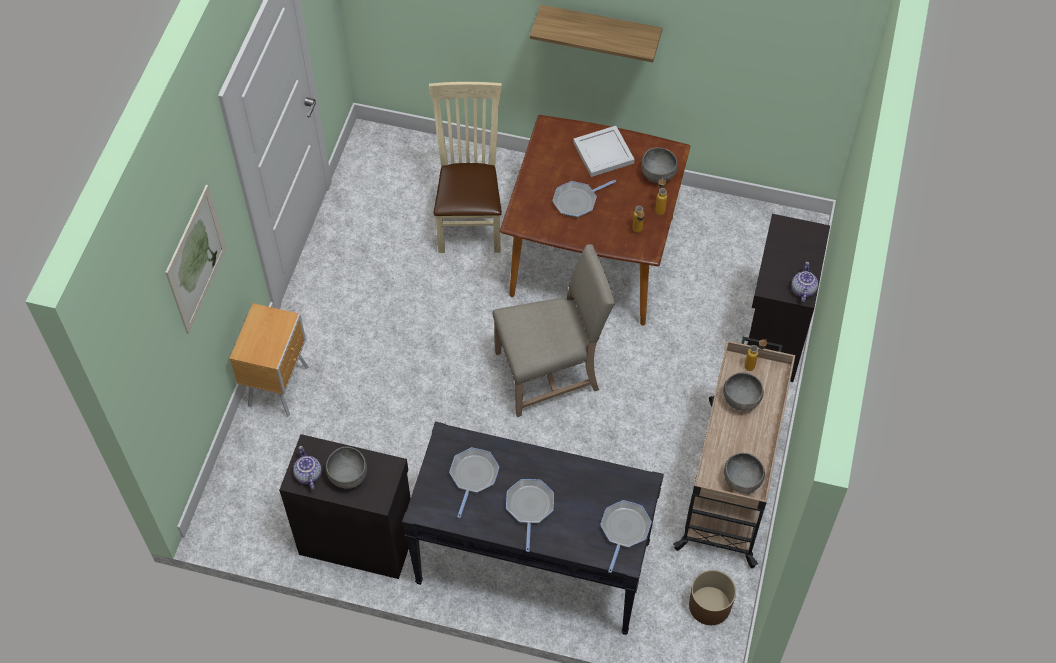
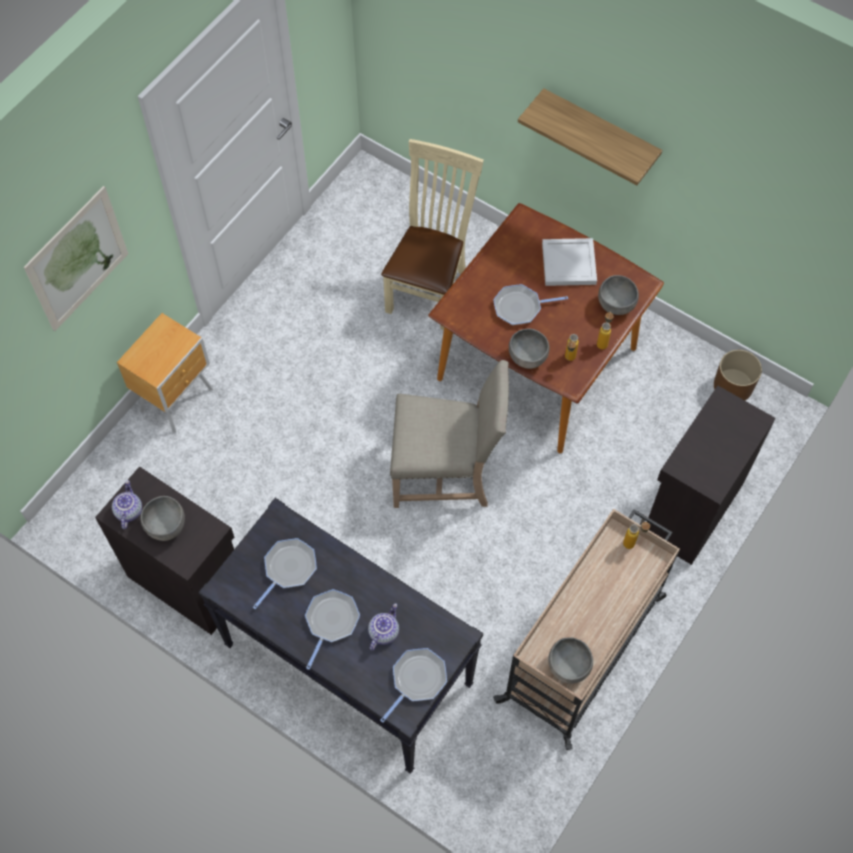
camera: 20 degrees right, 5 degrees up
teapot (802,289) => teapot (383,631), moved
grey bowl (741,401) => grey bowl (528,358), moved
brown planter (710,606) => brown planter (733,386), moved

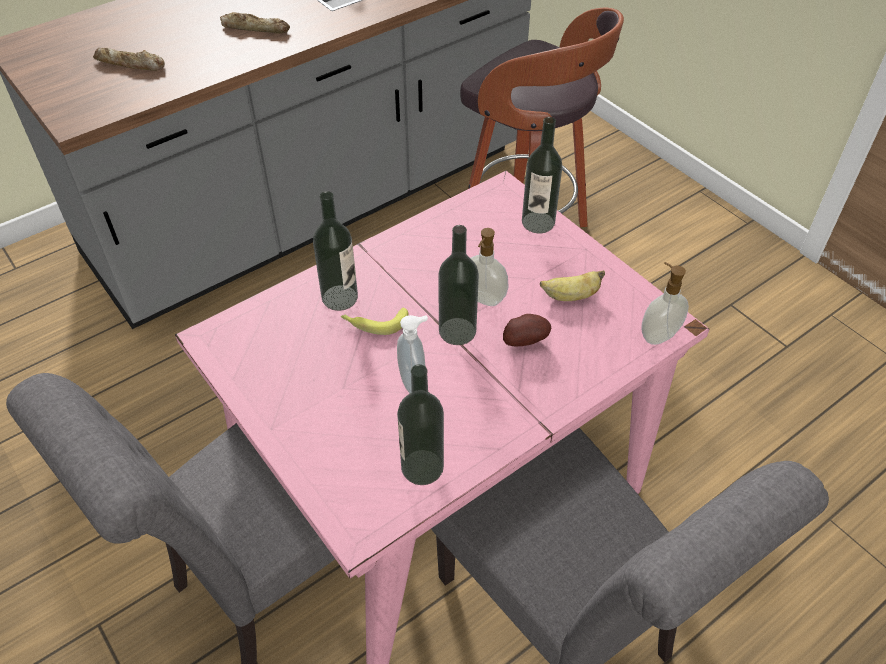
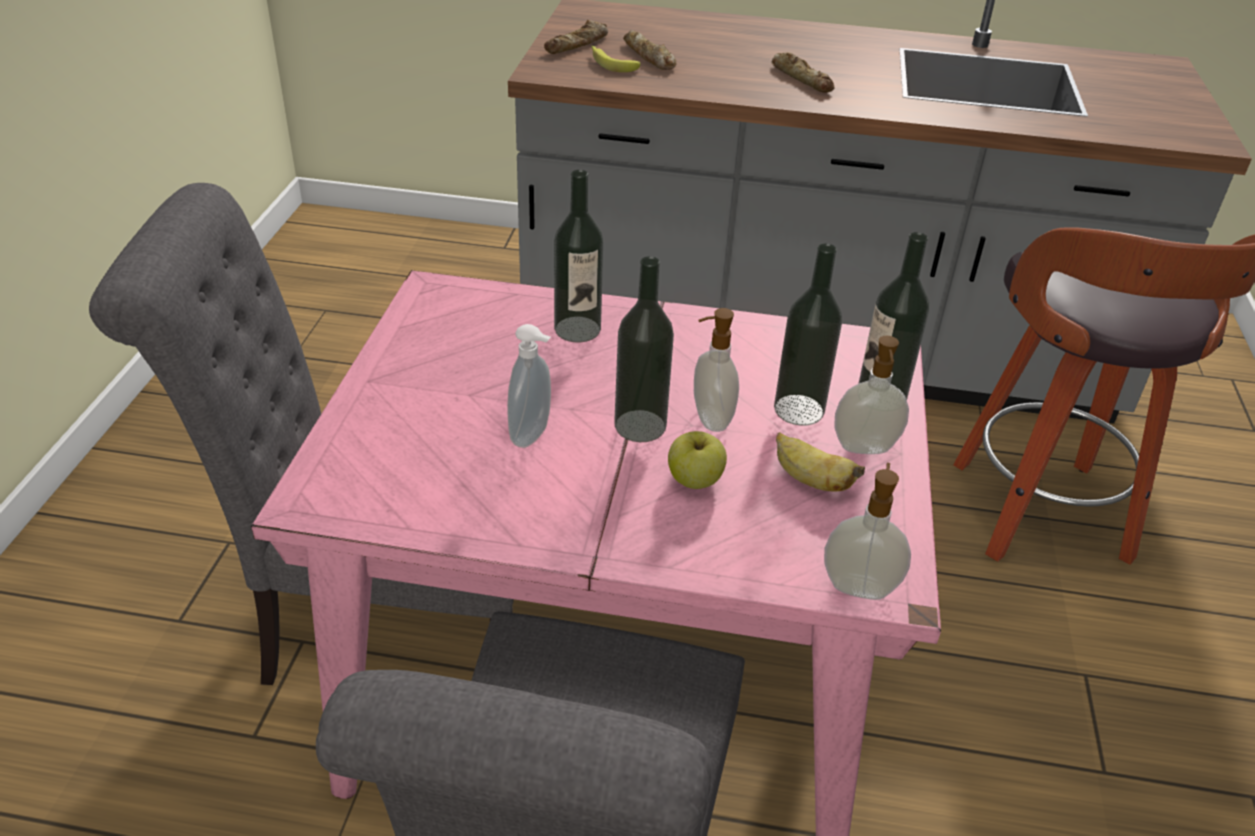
camera: 45 degrees right, 10 degrees down
nothing => bread (578,45)
banana (374,323) => banana (611,63), moved
potato (524,340) => apple (695,480)
bottle (422,467) => bottle (798,410), moved
nothing => soap dispenser (864,449)

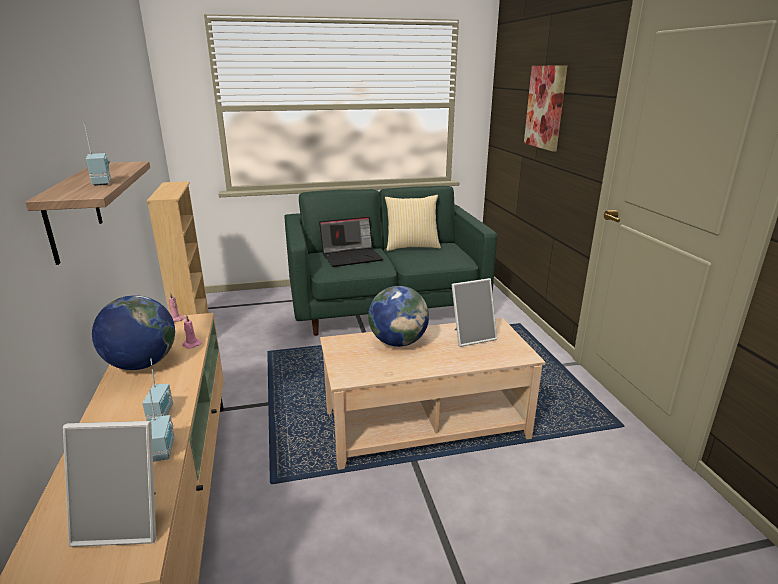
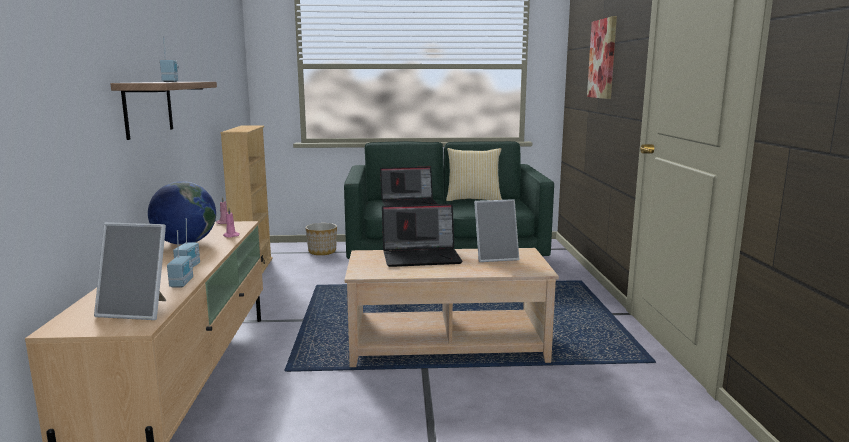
camera: 10 degrees right, 10 degrees down
nothing => planter (322,251)
globe (398,342) => laptop (422,257)

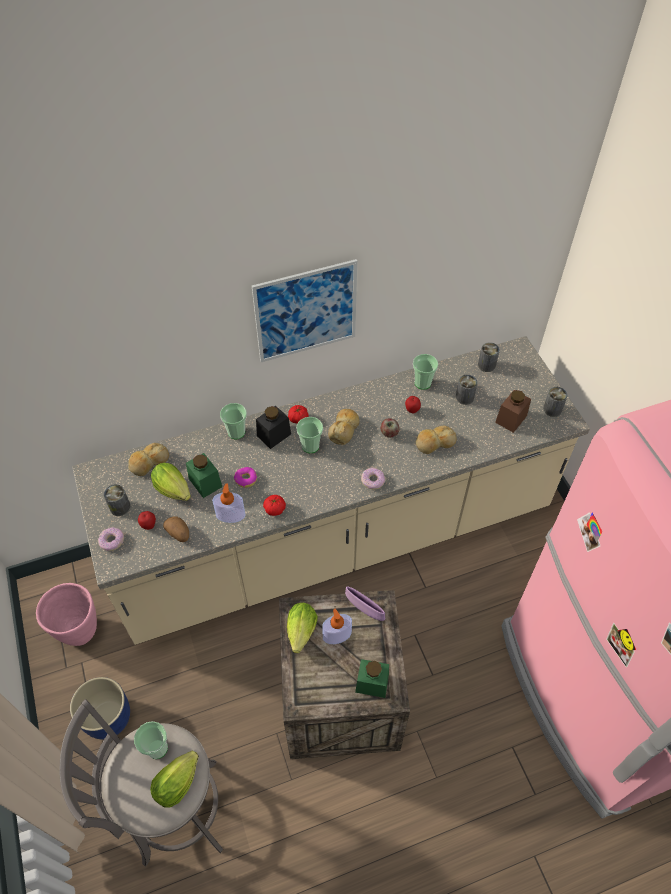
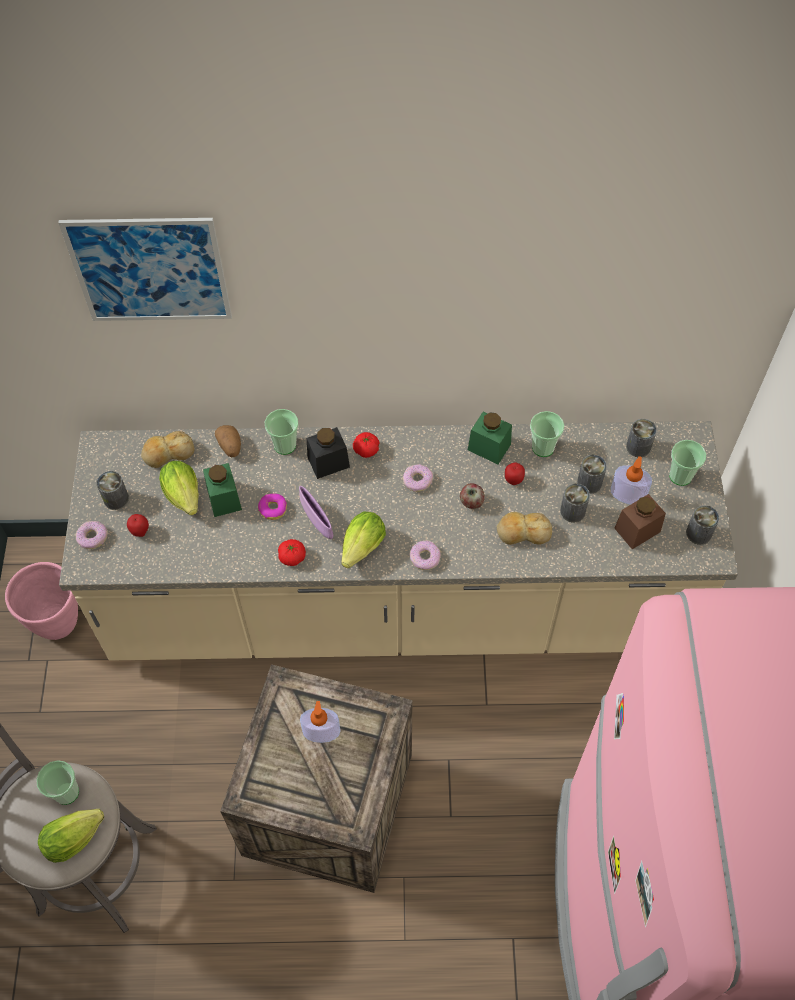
camera: 20 degrees right, 5 degrees up
picture (306,311) => picture (149,270), moved
potato (179,534) => potato (230,447), moved
purple bowl (364,609) => purple bowl (316,520), moved
lettuce (301,634) => lettuce (360,550), moved
bread (344,429) => donut (417,480)
green jar (372,683) => green jar (489,447), moved
nothing => can (572,511)
soap dispenser (230,515) => soap dispenser (628,494), moved
cup (310,446) => cup (680,476), moved
blue planter (108,716) => nothing

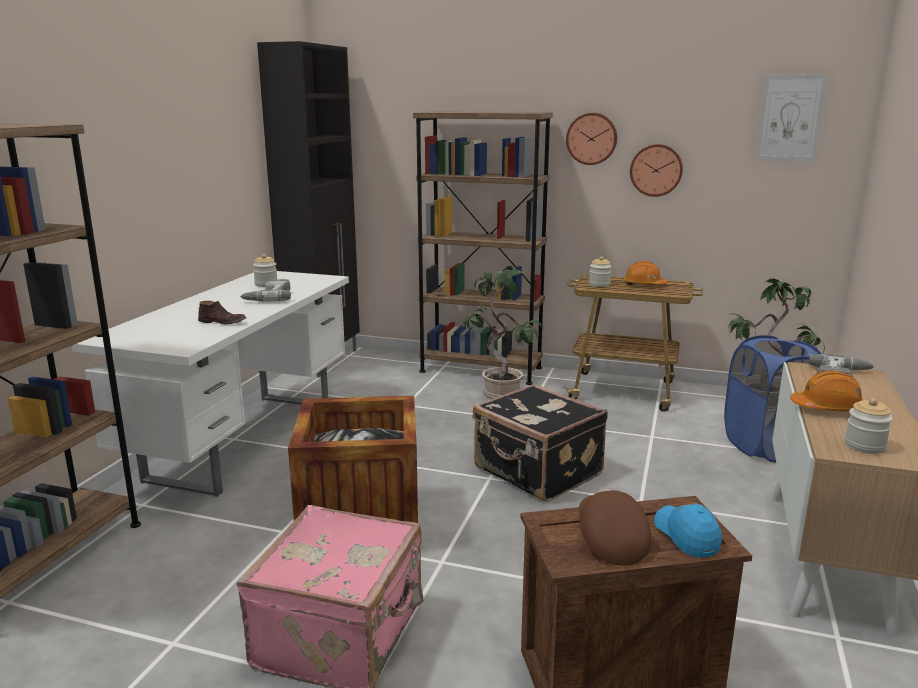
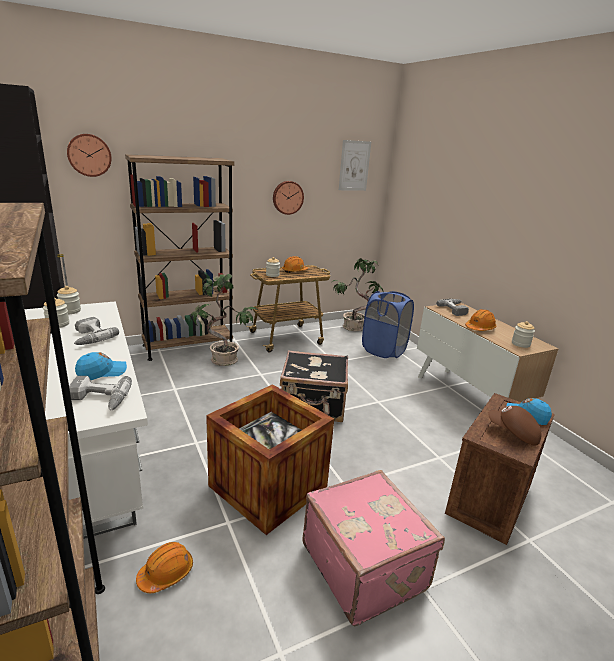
camera: 45 degrees left, 5 degrees up
nothing => jar (70,311)
wall clock (592,138) => wall clock (89,155), moved
nothing => power drill (98,400)
brown shoe (223,322) => blue cap (102,373)
nothing => orange hard hat (166,573)

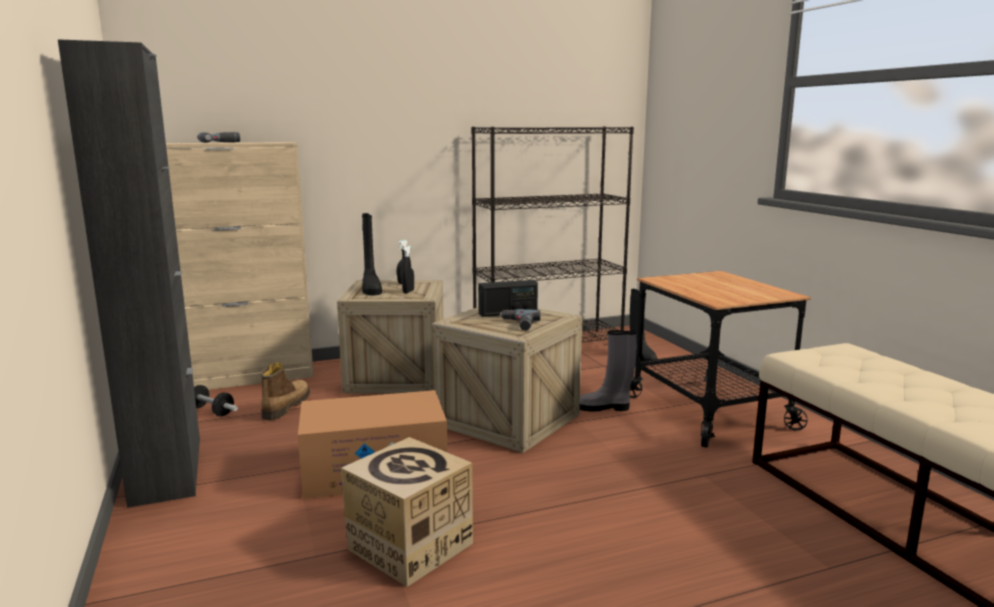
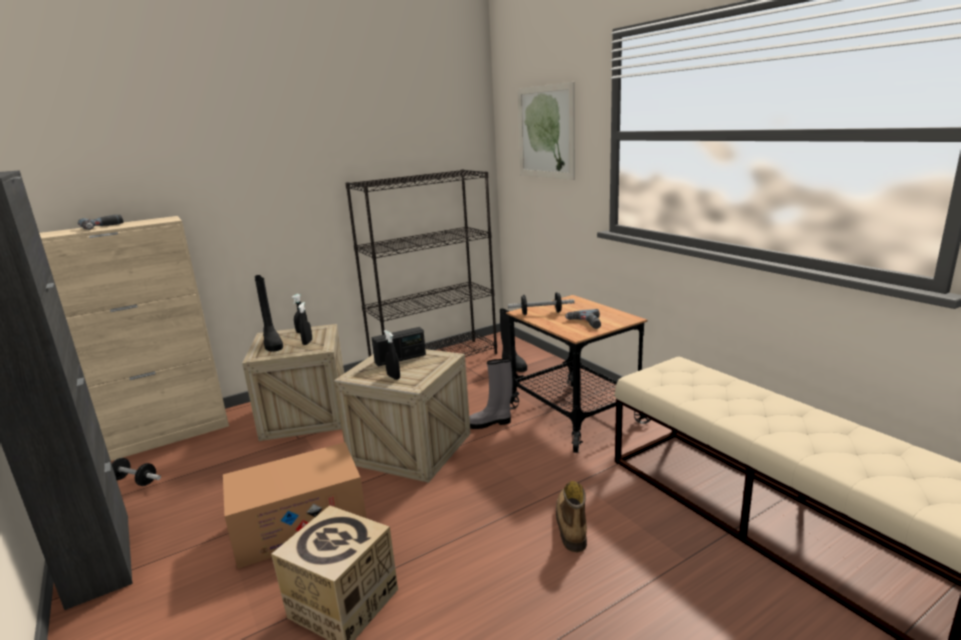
camera: 10 degrees left, 5 degrees up
nothing => black spray bottle (393,377)
nothing => dumbbell (541,313)
nothing => picture (546,132)
boot (285,407) => boot (570,524), moved
power drill (518,324) => power drill (585,323), moved

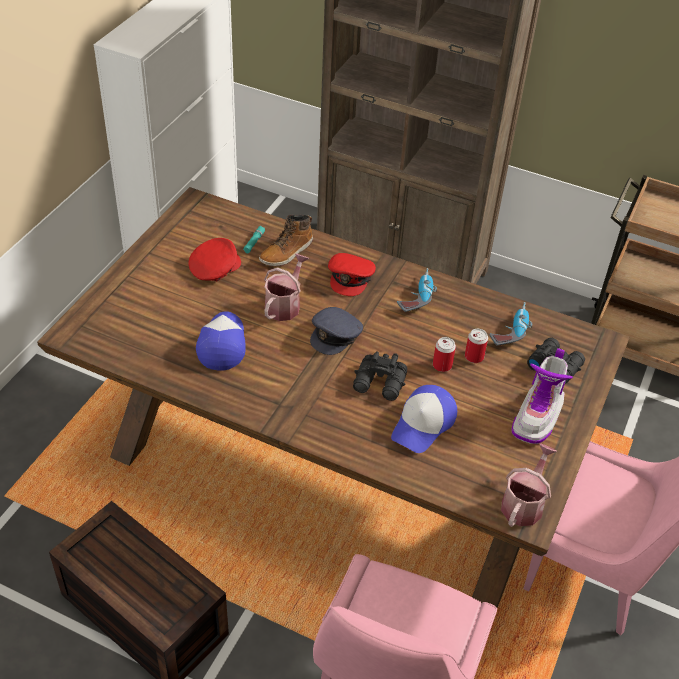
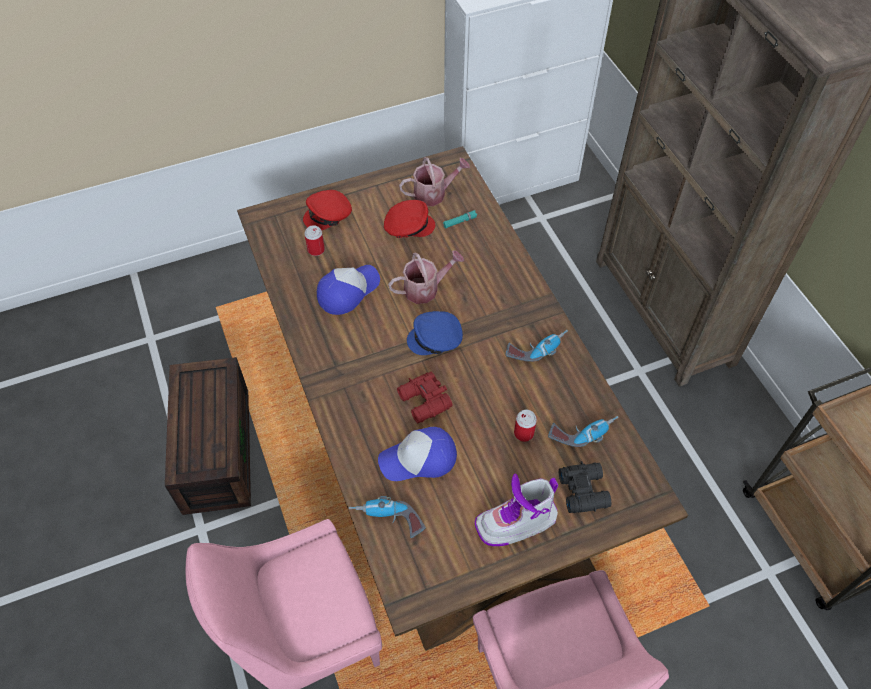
camera: 45 degrees right, 10 degrees up
red cap (351,277) => red cap (328,215), moved
can (442,365) => can (316,250), moved
nothing => power drill (387,520)
black binoculars (380,384) => red binoculars (424,402)
watering can (524,503) => watering can (434,194), moved
grey cap (336,335) => blue cap (436,339)
boot (287,252) => nothing

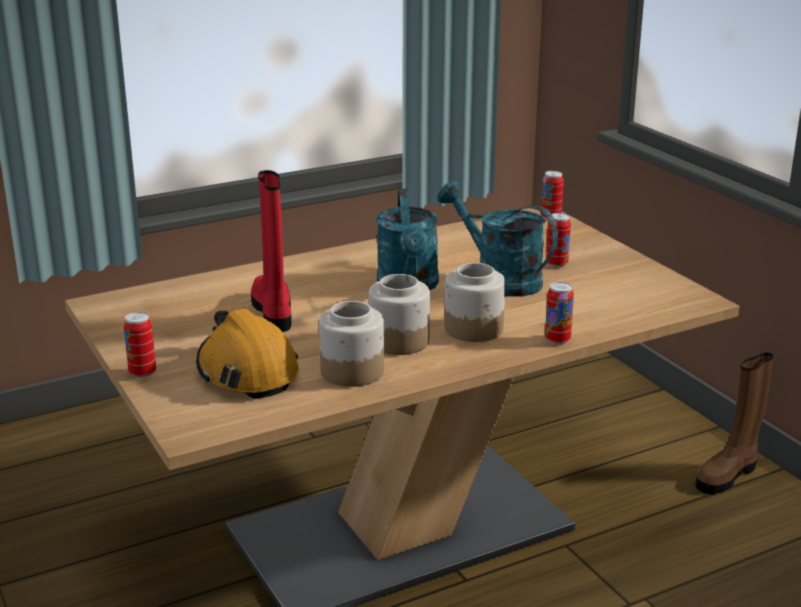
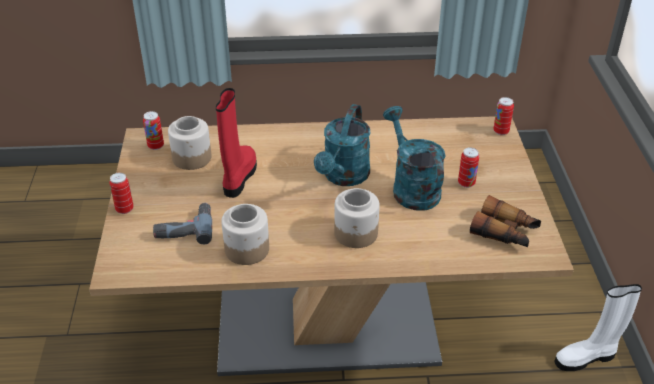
camera: 25 degrees right, 15 degrees up
can (557,340) => can (156,146), moved
orange hard hat (247,371) => power drill (184,228)
jar (399,341) => jar (192,158), moved
nothing => binoculars (505,232)
brown boot (728,475) => white boot (586,358)

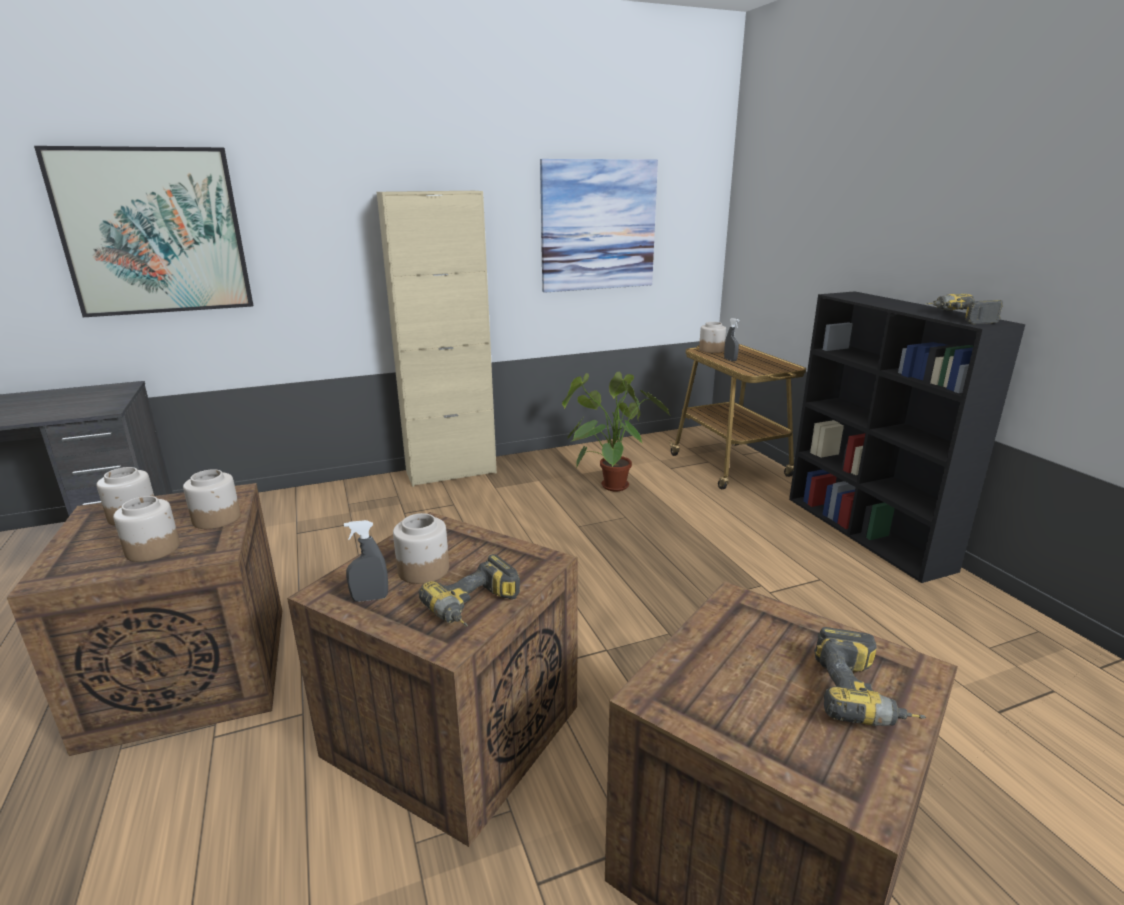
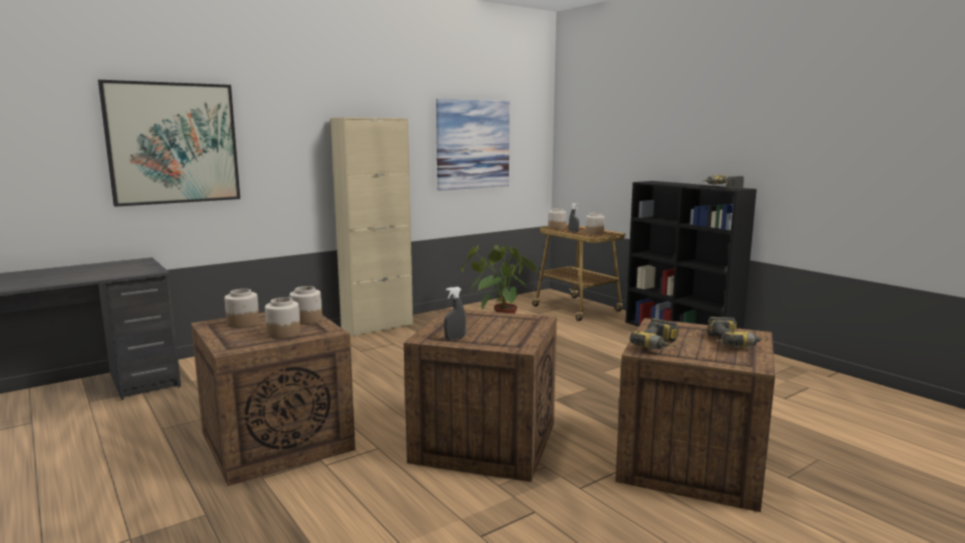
camera: 15 degrees left, 10 degrees down
jar (423,570) => jar (594,233), moved
power drill (476,609) => power drill (660,346), moved

